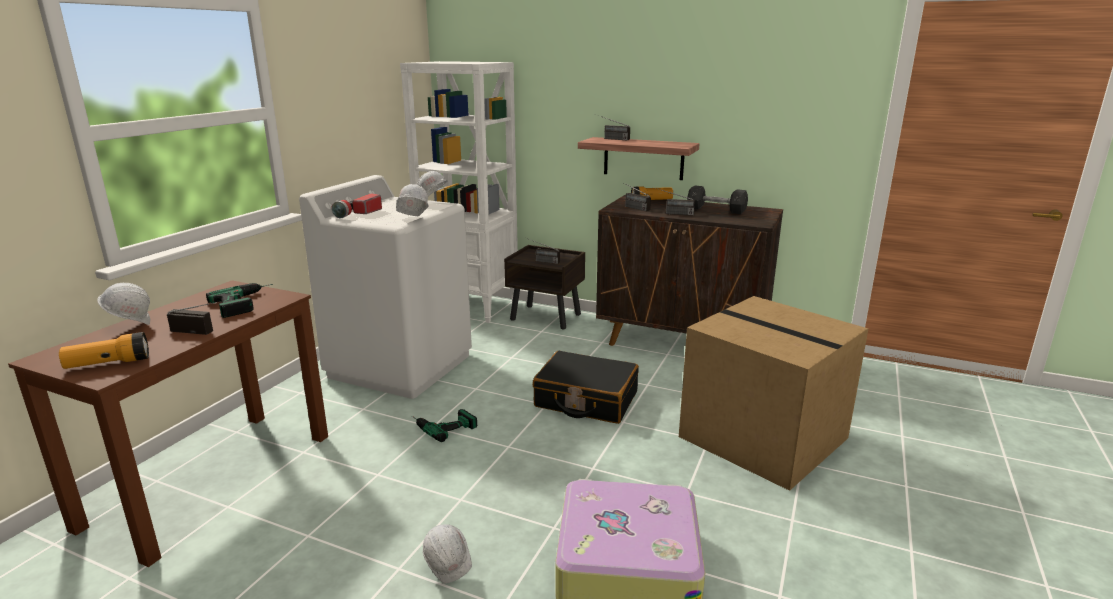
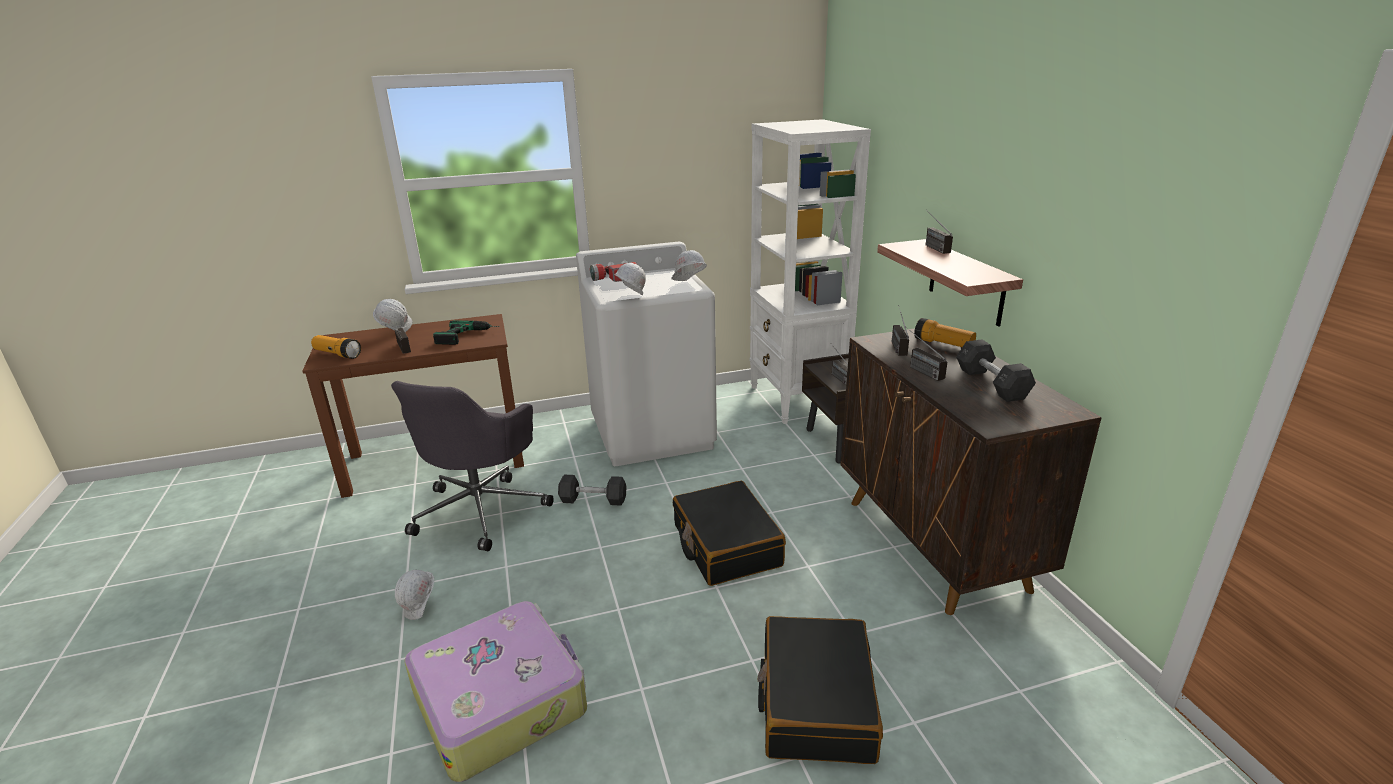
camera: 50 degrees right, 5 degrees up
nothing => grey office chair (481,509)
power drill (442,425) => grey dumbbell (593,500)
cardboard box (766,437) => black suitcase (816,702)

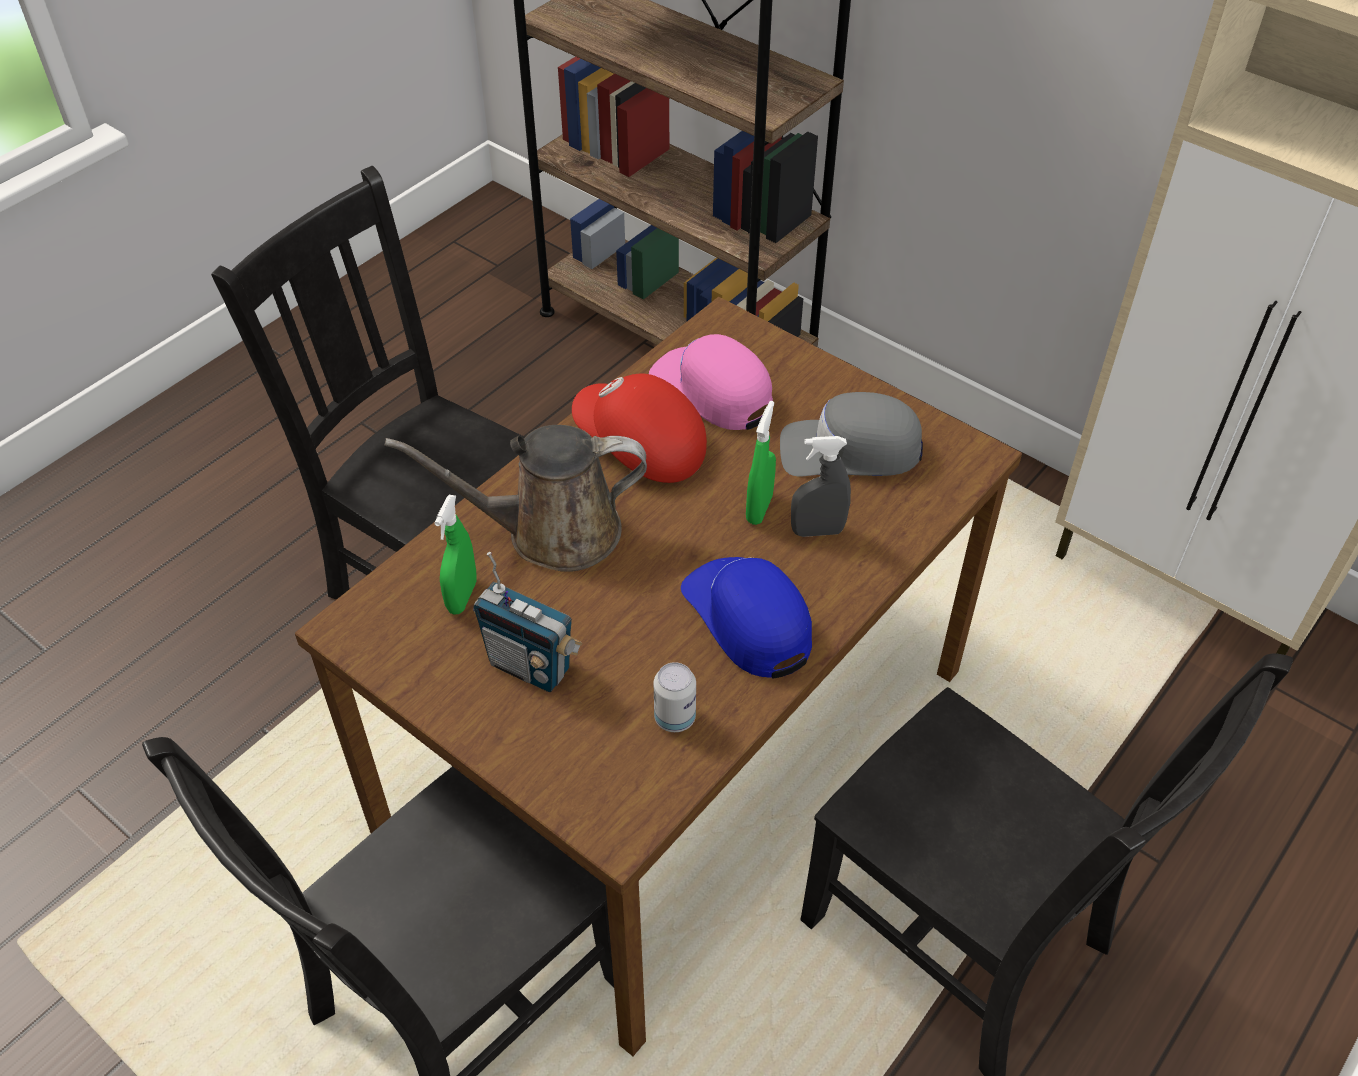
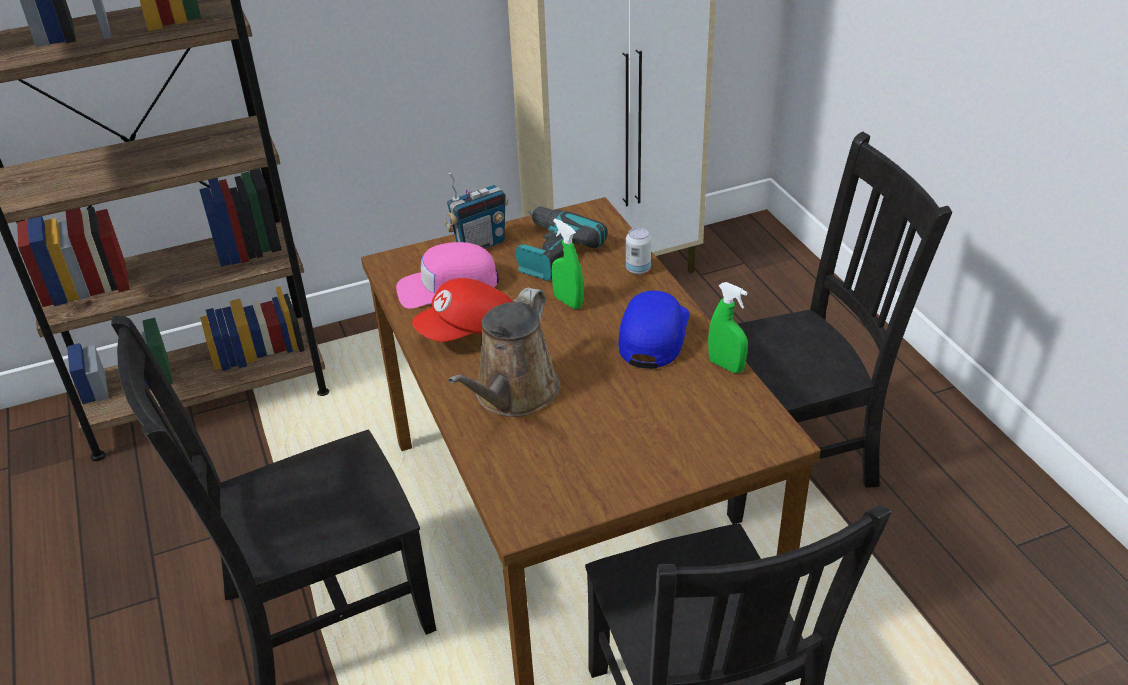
camera: 60 degrees left, 10 degrees down
radio (530,666) => radio (480,244), moved
grey cap (849,450) => power drill (550,252)
blue cap (748,618) => blue cap (653,335), 105 degrees clockwise
can (675,718) => can (638,269), moved
green spray bottle (462,597) => green spray bottle (726,365), moved
grey spray bottle (817,531) => nothing

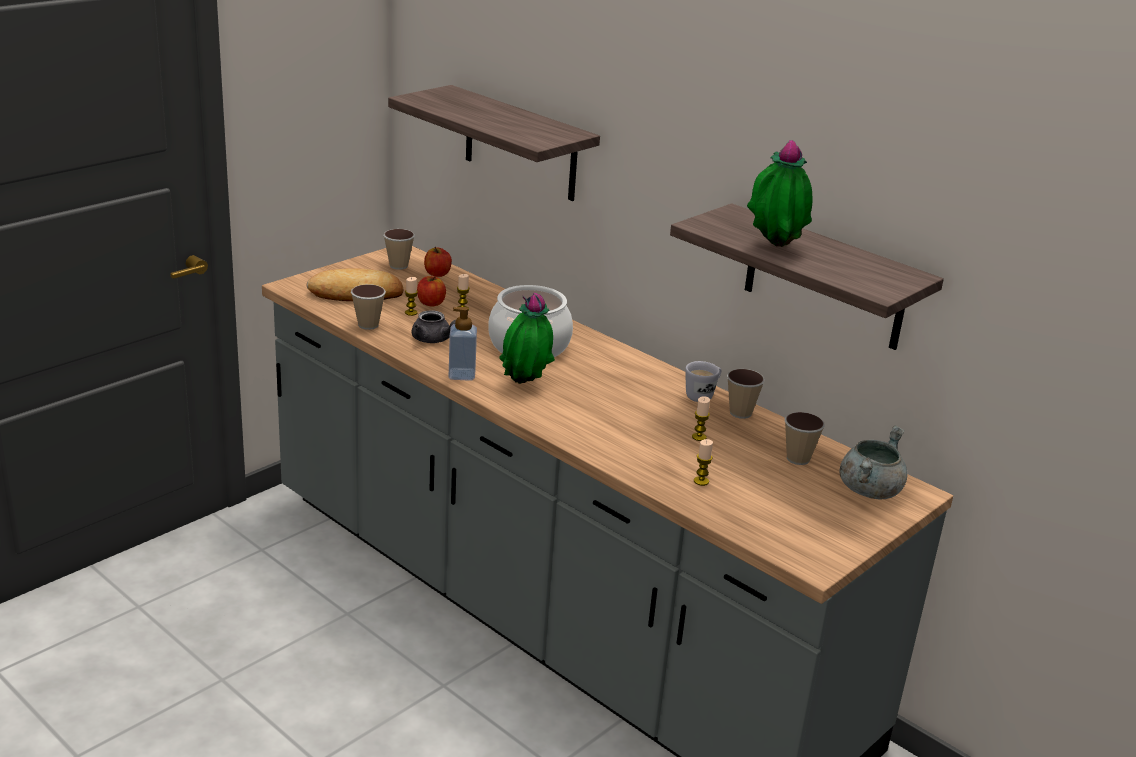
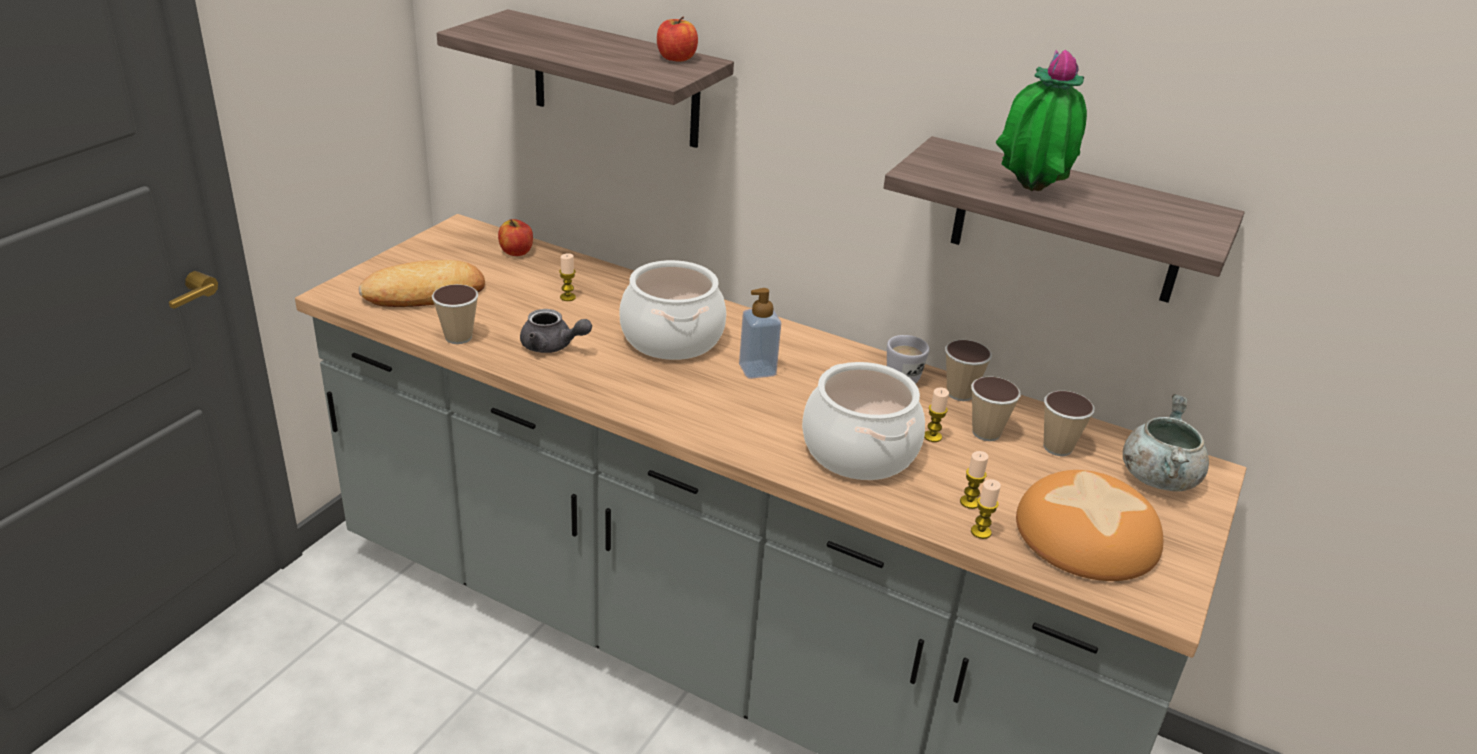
camera: 15 degrees left, 5 degrees up
apple (431,303) => apple (676,58), moved
soap dispenser (462,375) => soap dispenser (757,370), moved
nothing => cooking pot (858,450)
cup (398,266) => cup (986,433), moved
candle (411,313) => candle (981,532), moved
nothing => bread (1088,535)
potted plant (525,385) => nothing

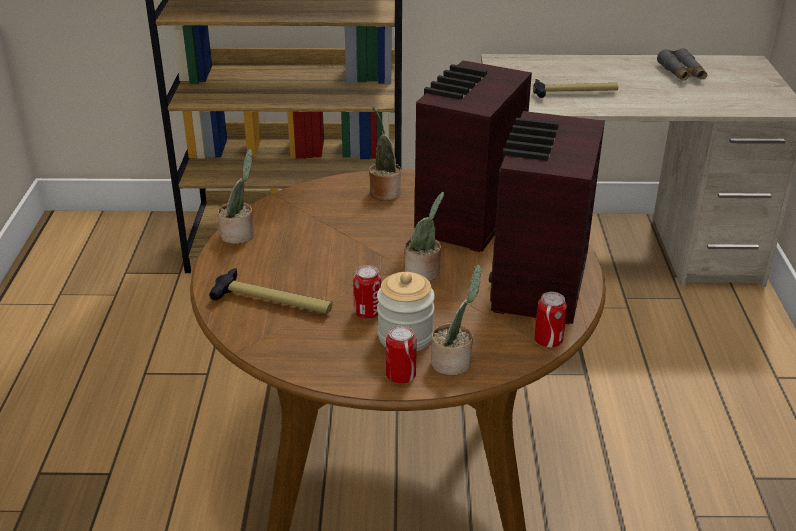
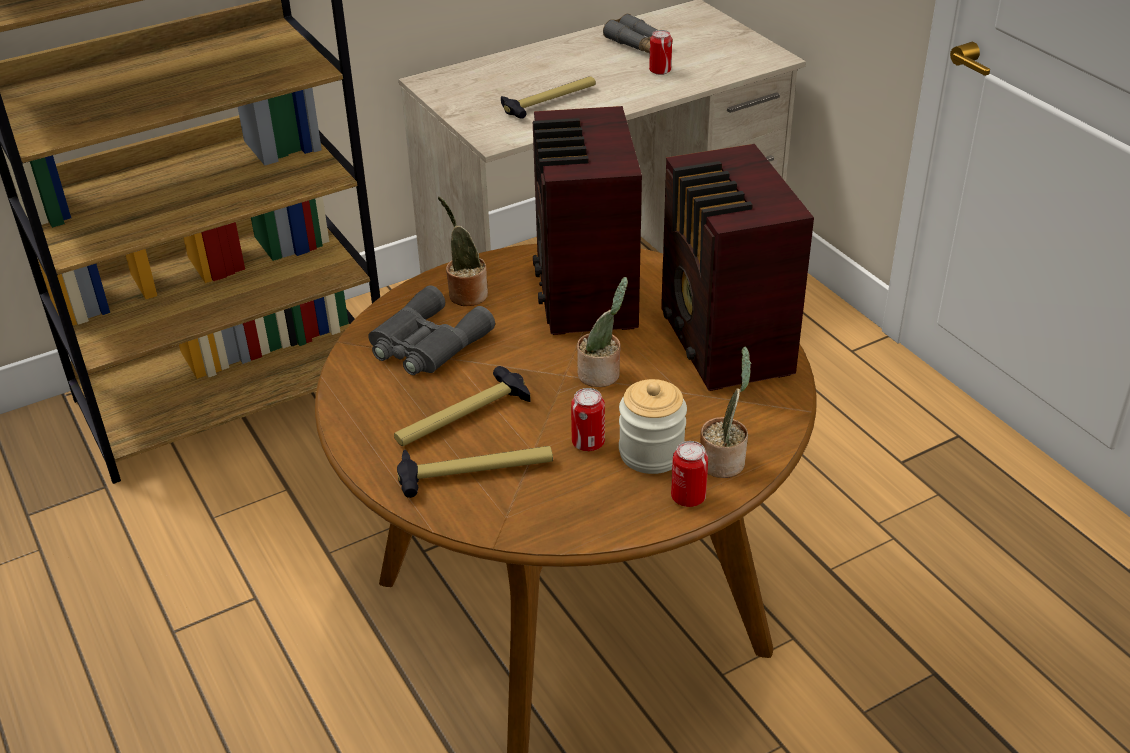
camera: 30 degrees left, 5 degrees up
nothing => grey binoculars (426,344)
nothing => hammer (462,418)
can (548,341) => can (660,71), moved
potted plant (240,235) => nothing

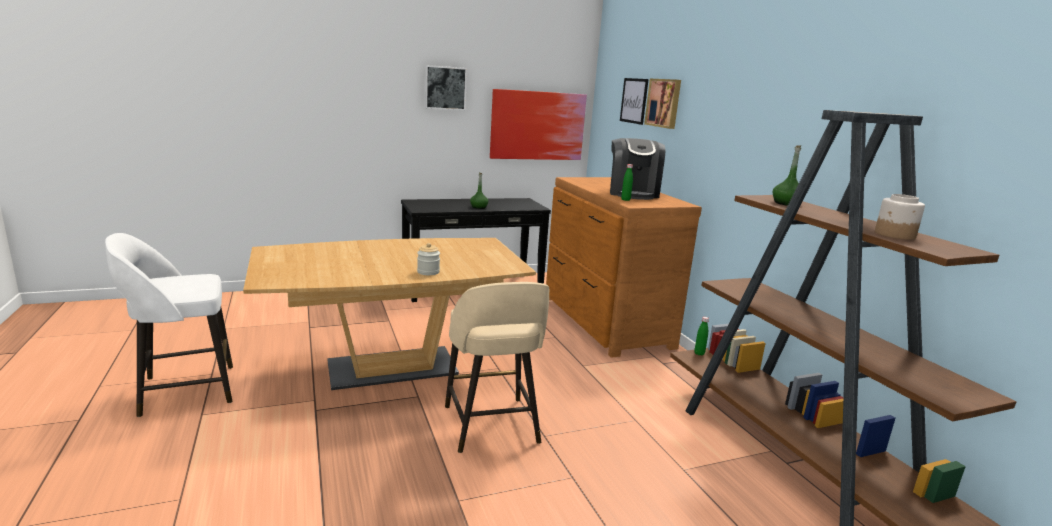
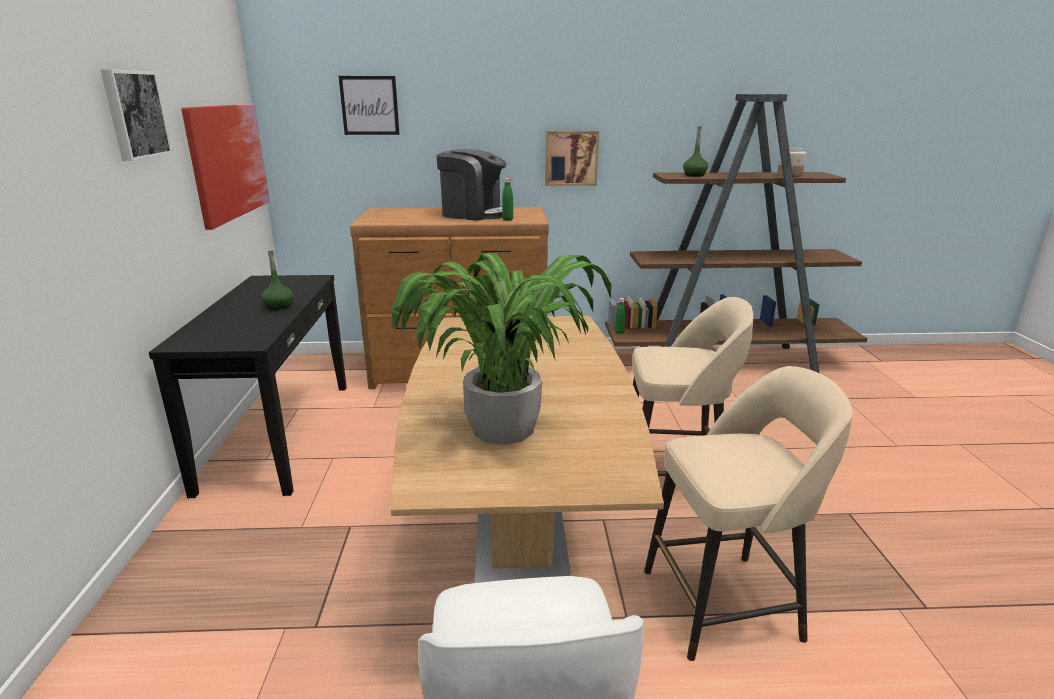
camera: 70 degrees left, 5 degrees up
nothing => potted plant (504,428)
picture (664,103) => picture (571,158), moved
nothing => beige stool (725,604)
jar (428,272) => nothing

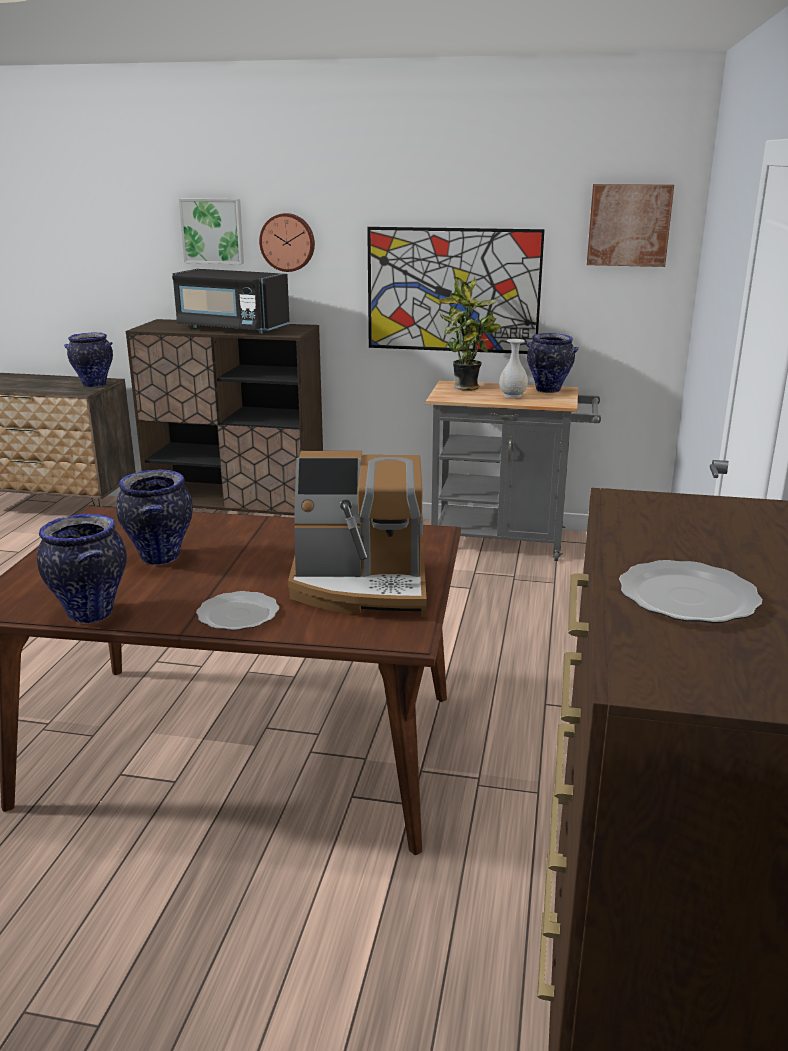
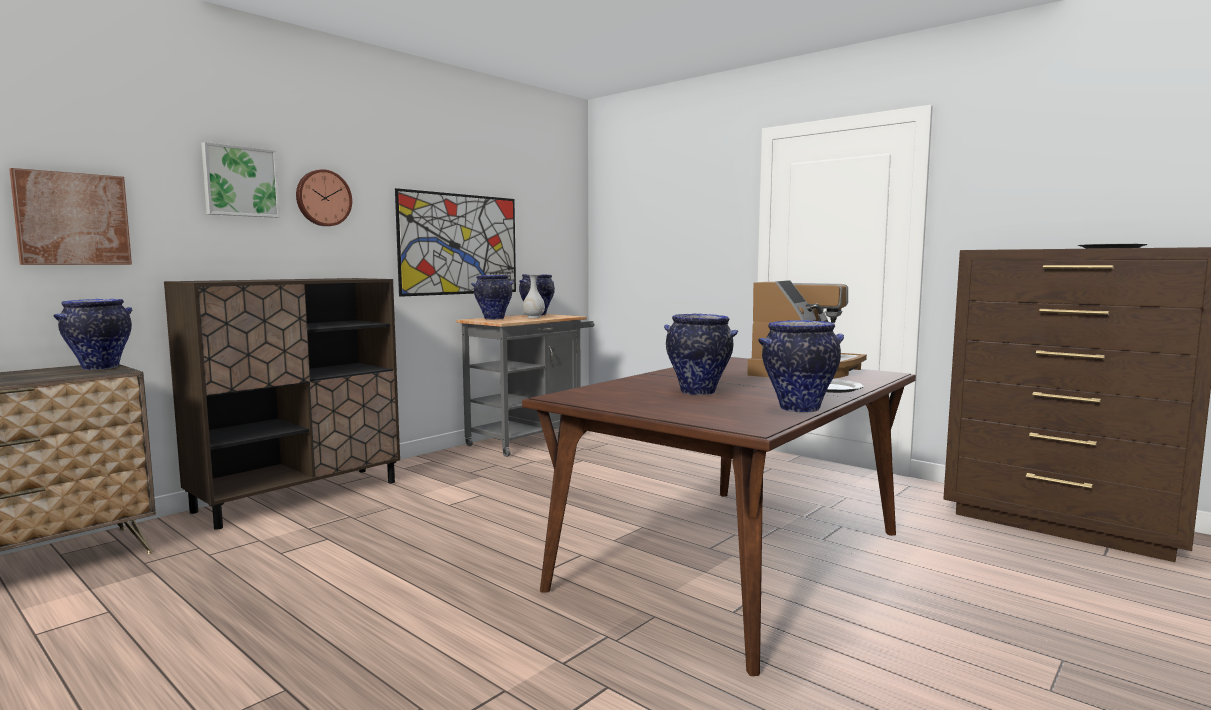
camera: 60 degrees left, 15 degrees down
picture (629,225) => picture (72,219), moved
potted plant (467,388) => vase (493,319)
black microwave (231,328) => nothing

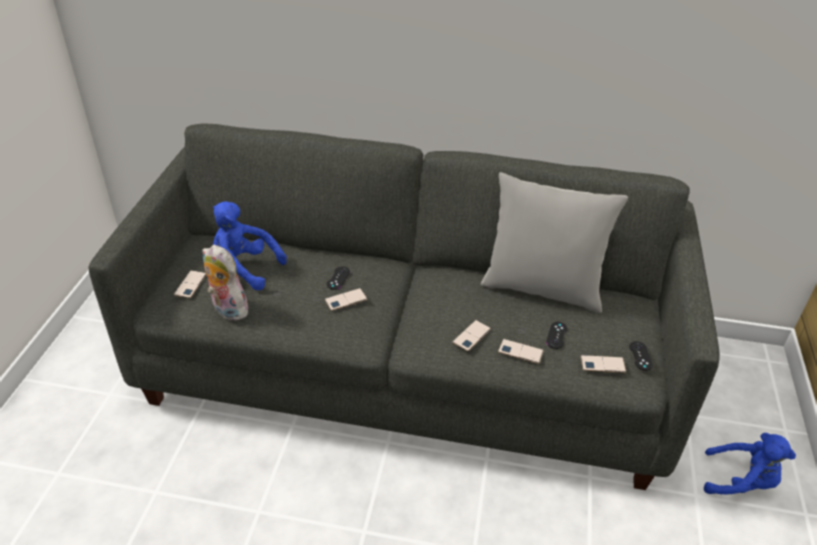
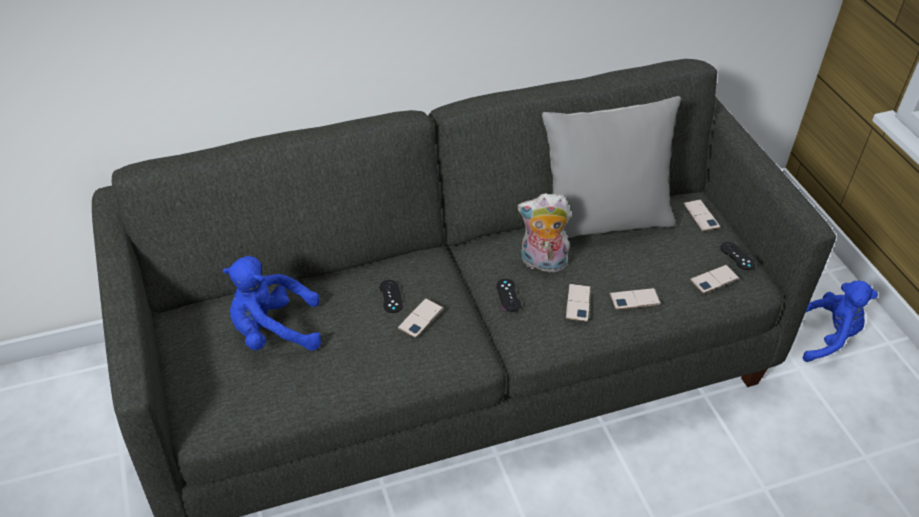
camera: 30 degrees left, 5 degrees up
black game controller (556,335) => black game controller (508,295), moved
plush toy (227,310) => plush toy (541,263), moved
phone (190,284) => phone (701,215), moved

